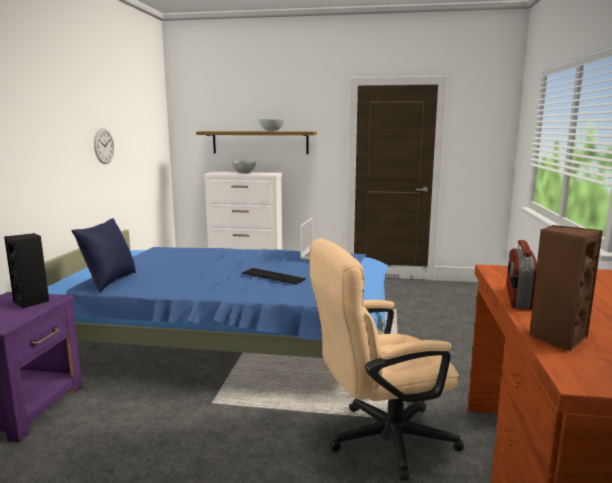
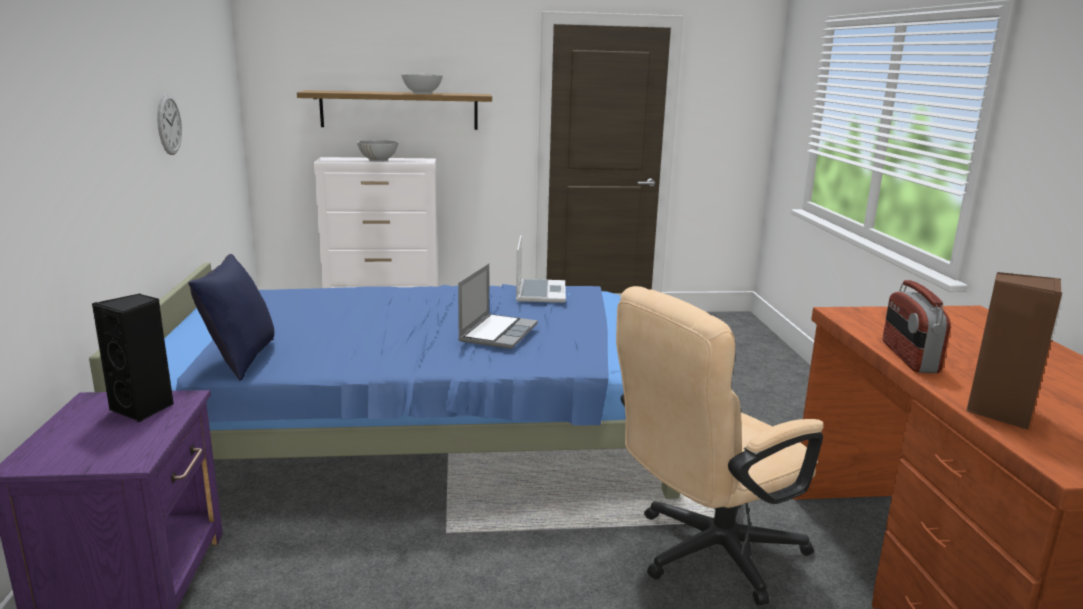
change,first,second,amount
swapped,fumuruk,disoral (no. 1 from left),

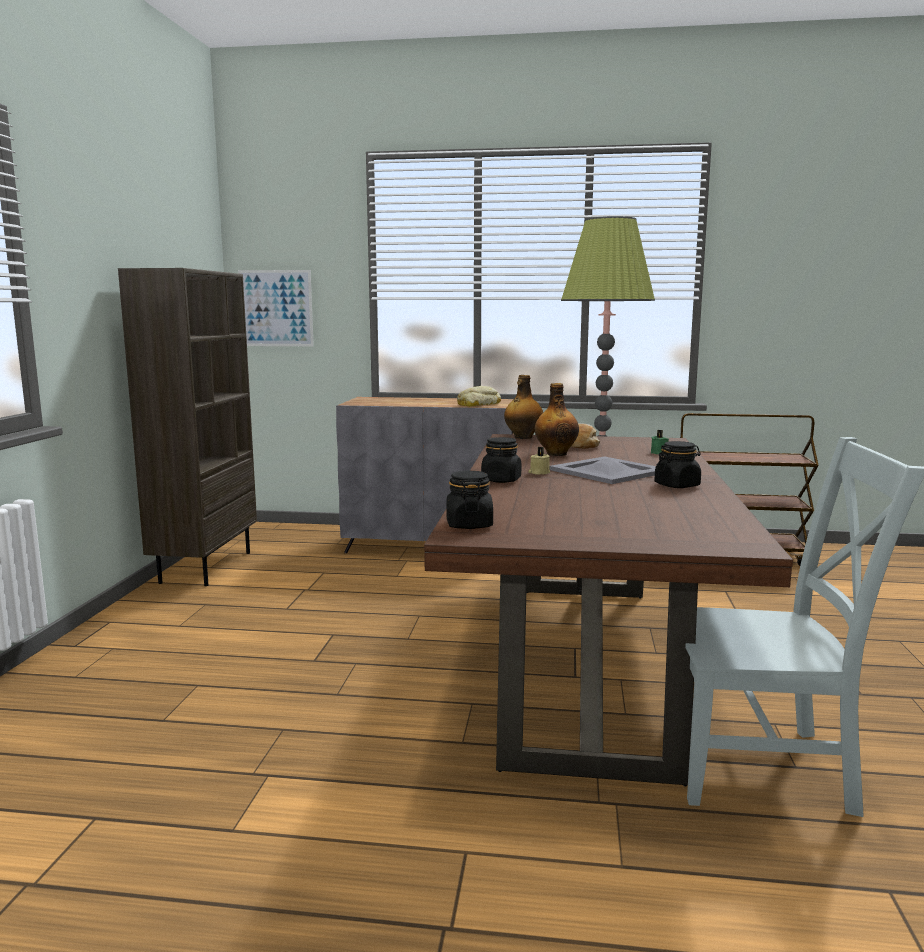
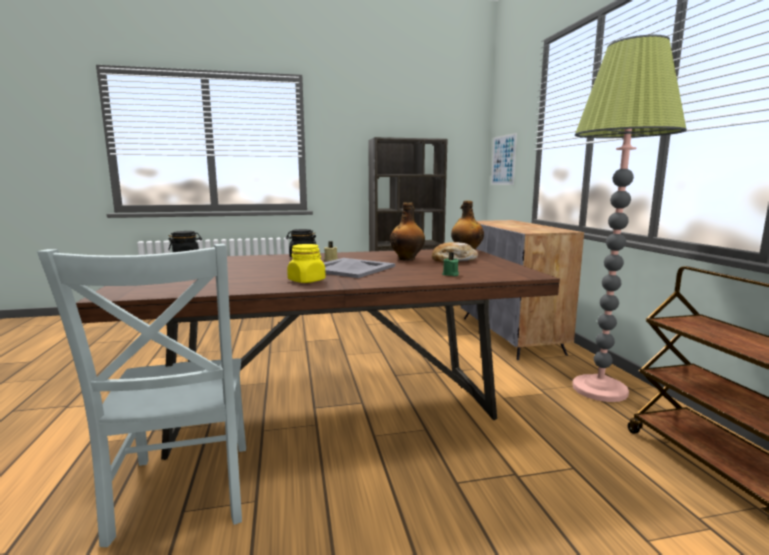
change,first,second,amount
gone,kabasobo (no. 1 from left),,
repainted,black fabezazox (no. 3 from left),yellow fabezazox,

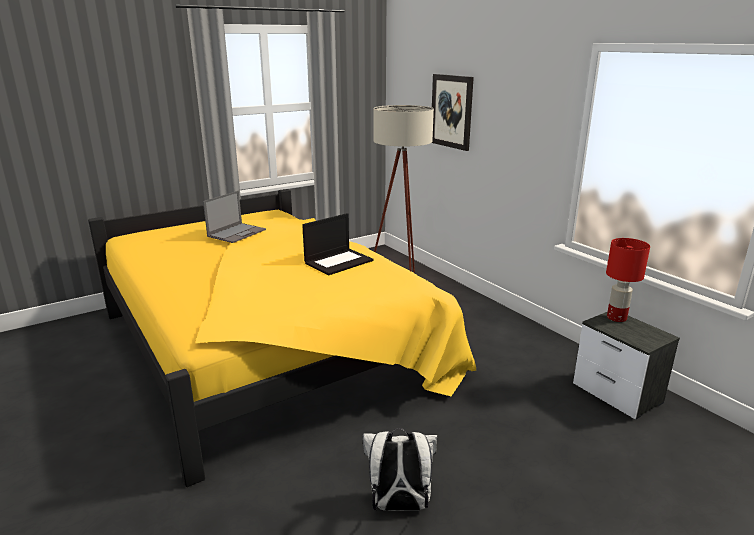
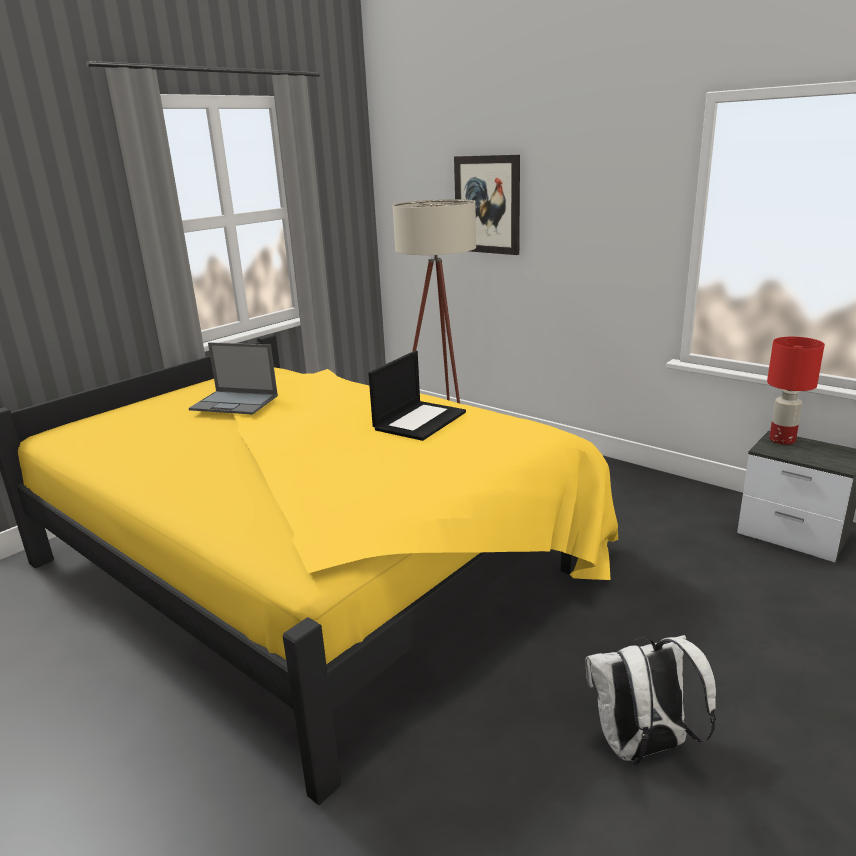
change,first,second,amount
rotated,disoral (no. 1 from left),,90 degrees clockwise

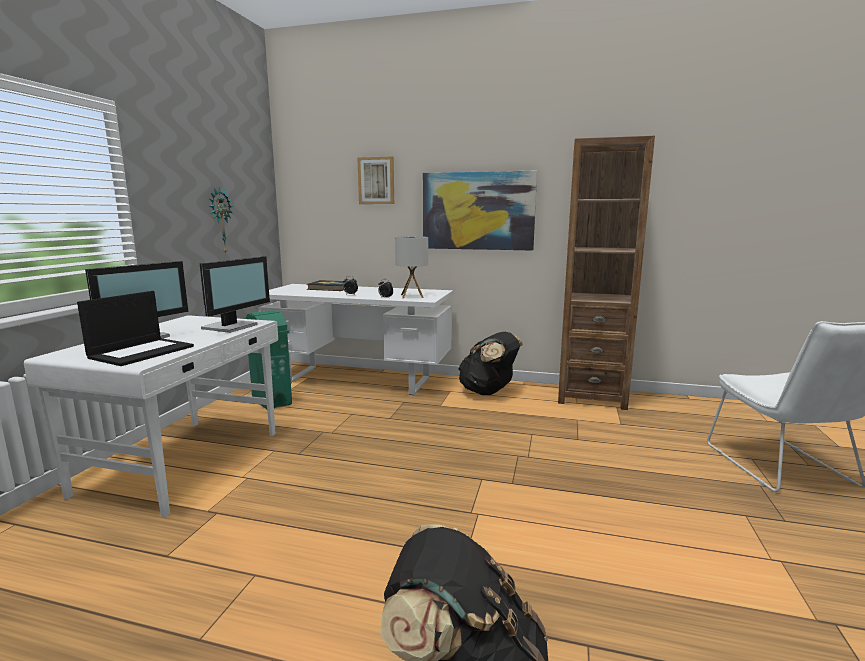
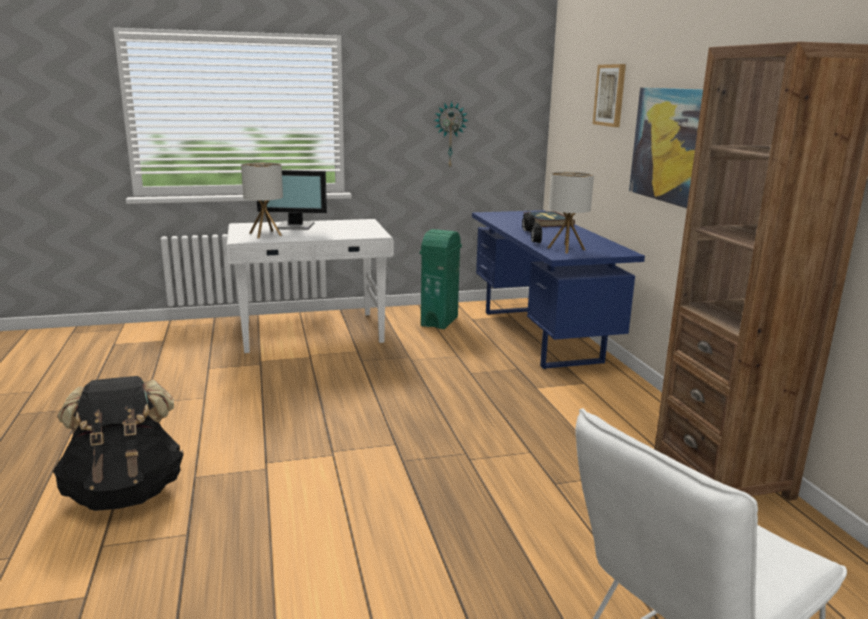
change,first,second,amount
swapped,disoral,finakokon (no. 1 from left),
gone,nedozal (no. 2 from left),,
repainted,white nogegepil (no. 2 from left),blue nogegepil,
gone,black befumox (no. 2 from left),,

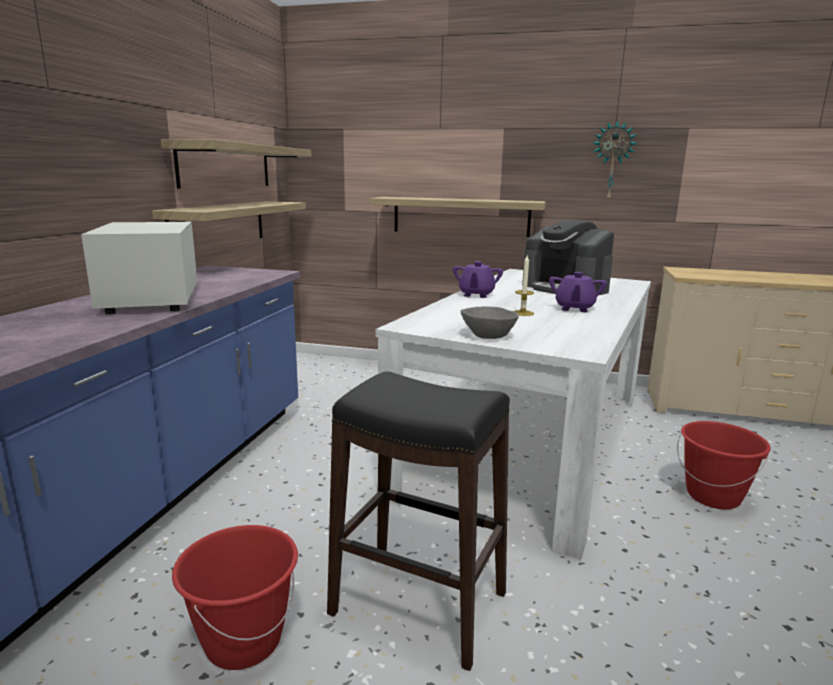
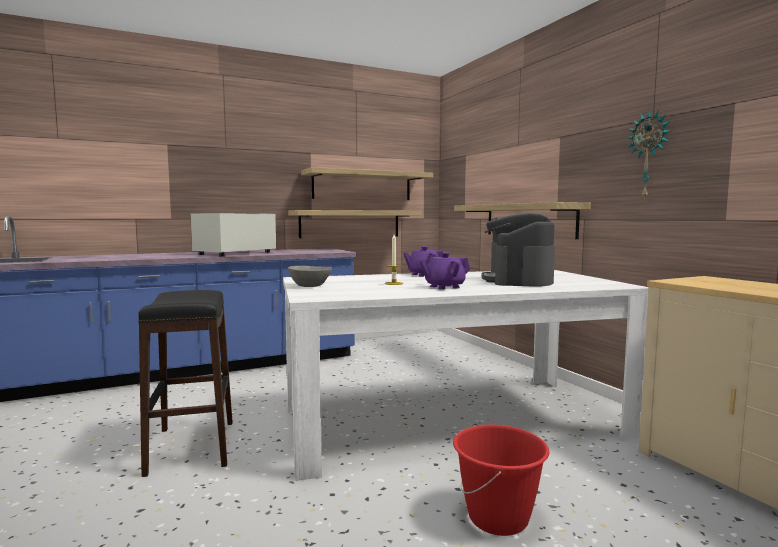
change,first,second,amount
gone,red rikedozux (no. 1 from left),,

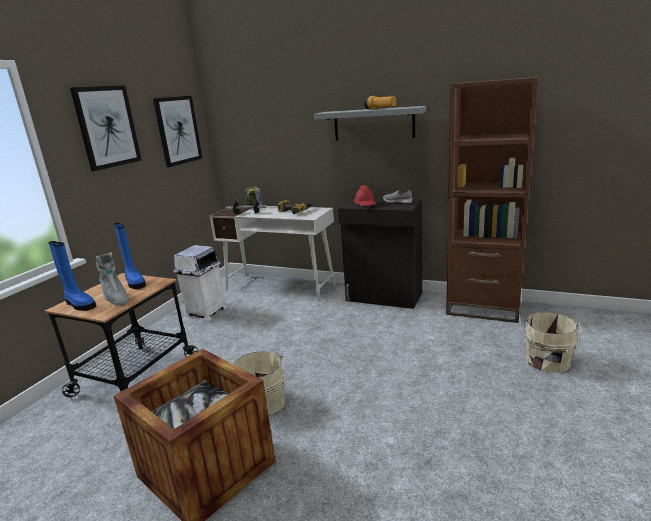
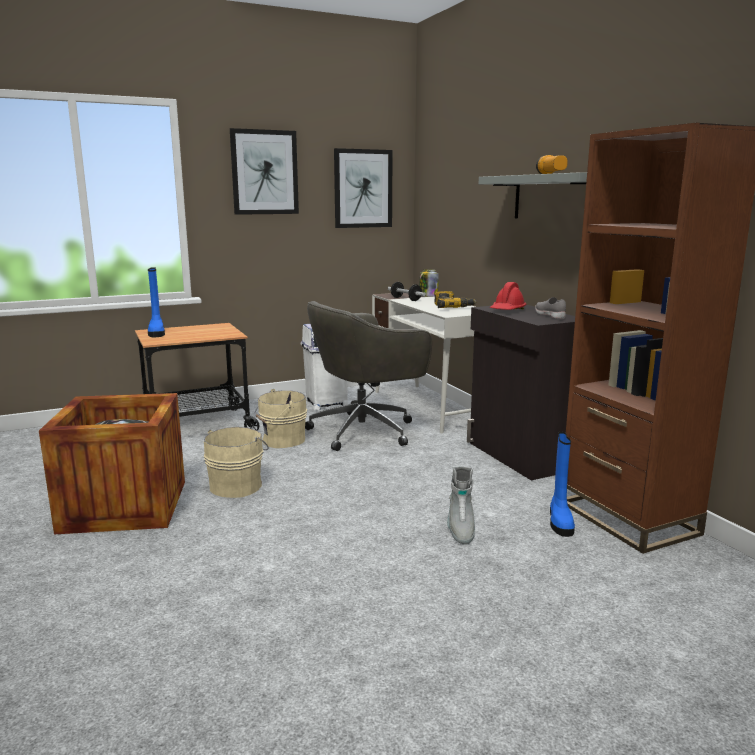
change,first,second,amount
shifted,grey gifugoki,,
shifted,blue gifugoki (no. 2 from left),,
shifted,beige rikedozux (no. 2 from left),,
new,,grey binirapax,

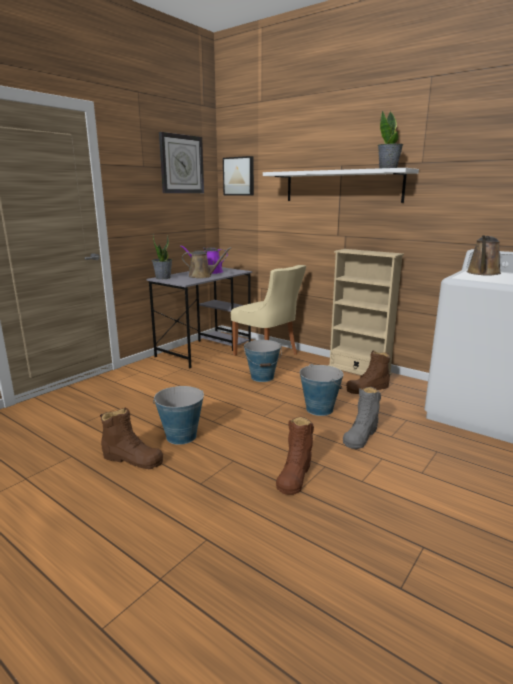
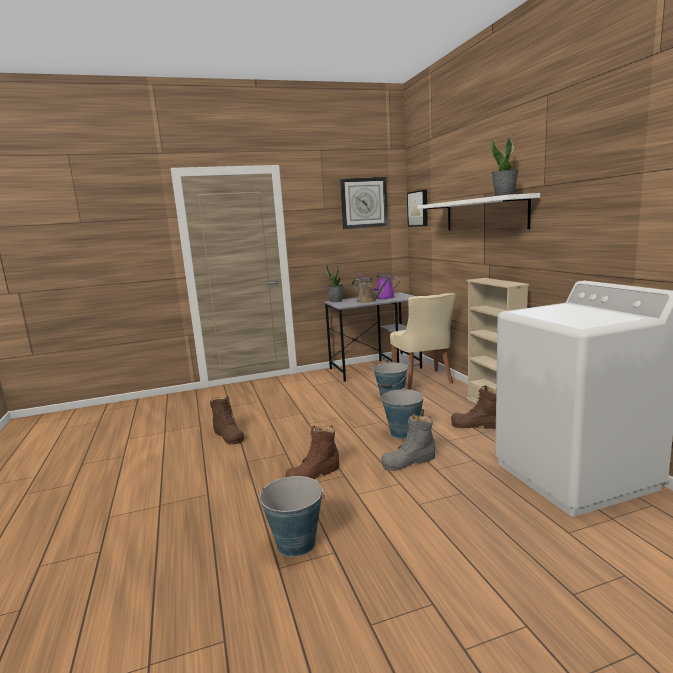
change,first,second,amount
shifted,rikedozux (no. 1 from left),,
gone,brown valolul (no. 2 from left),,

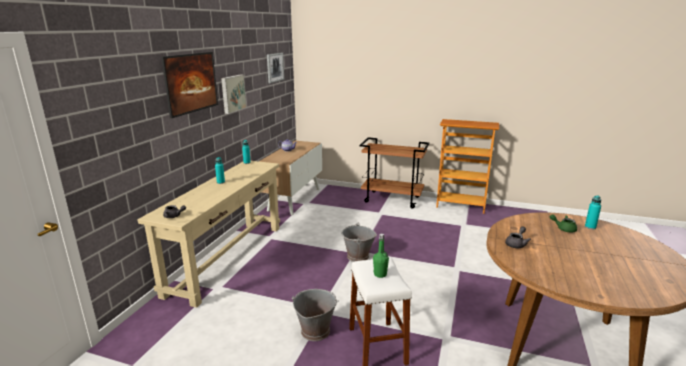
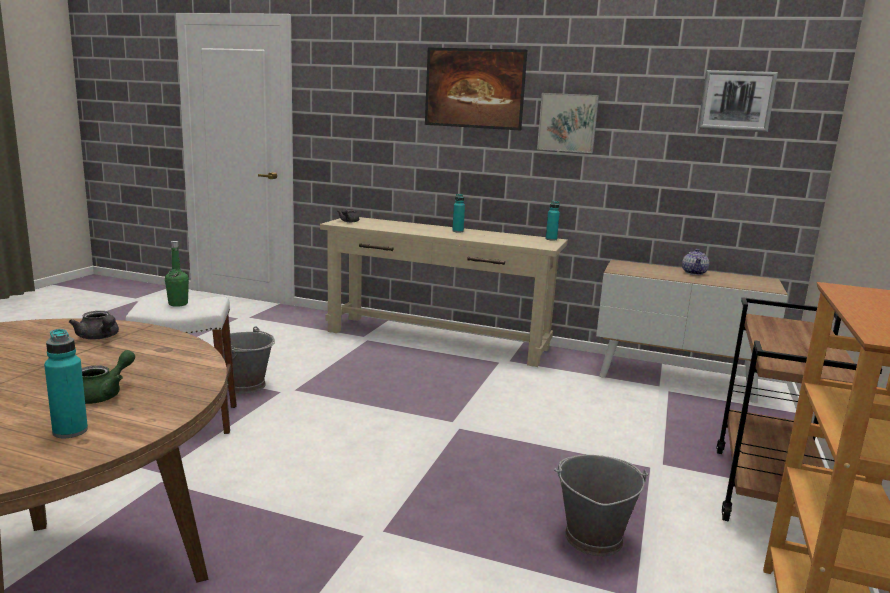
change,first,second,amount
shifted,grey rikedozux (no. 2 from left),,

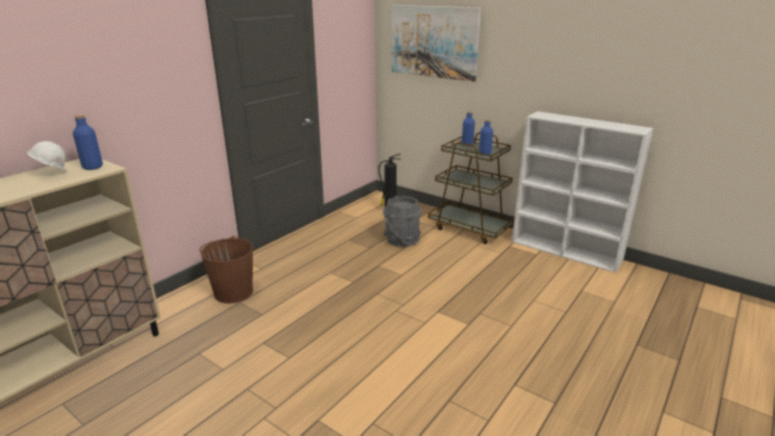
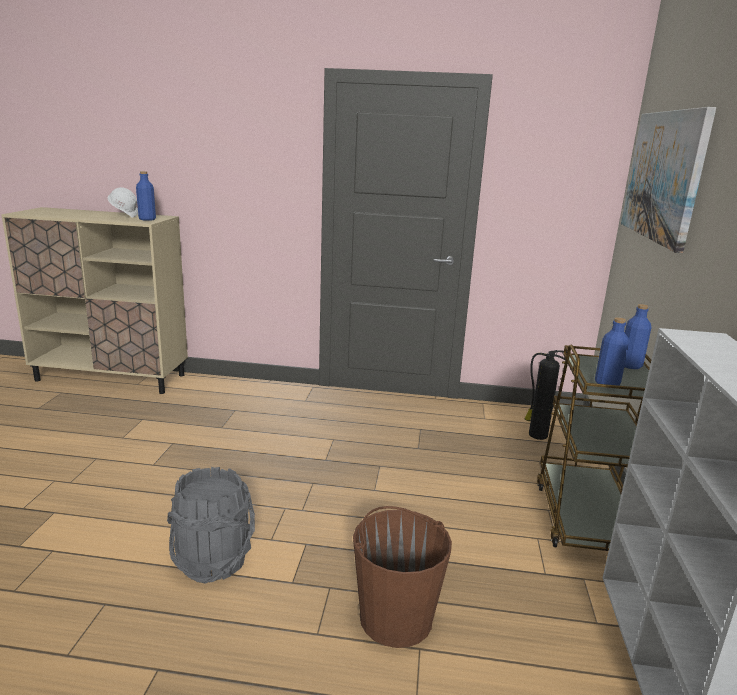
change,first,second,amount
shifted,brown rikedozux,,
shifted,grey rikedozux,,

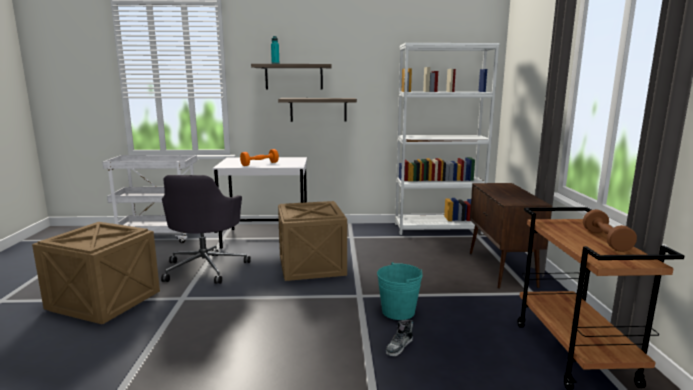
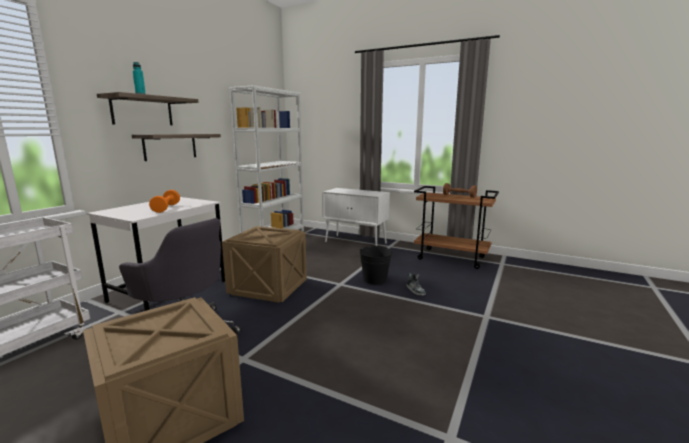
change,first,second,amount
repainted,turquoise rikedozux,black rikedozux,
repainted,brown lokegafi,white lokegafi,

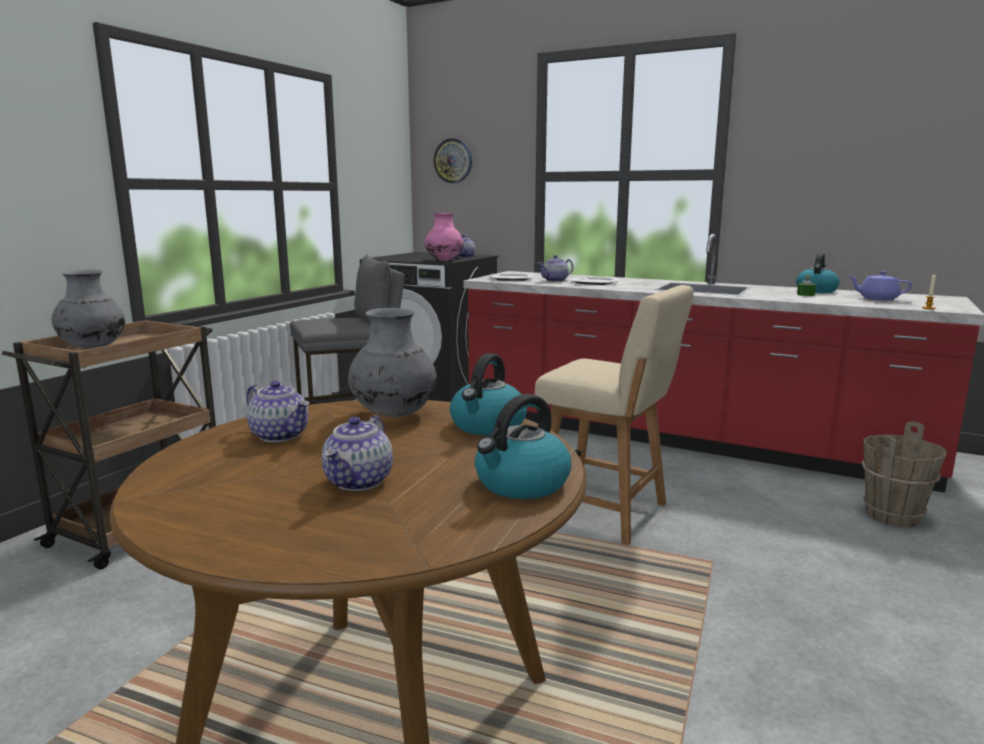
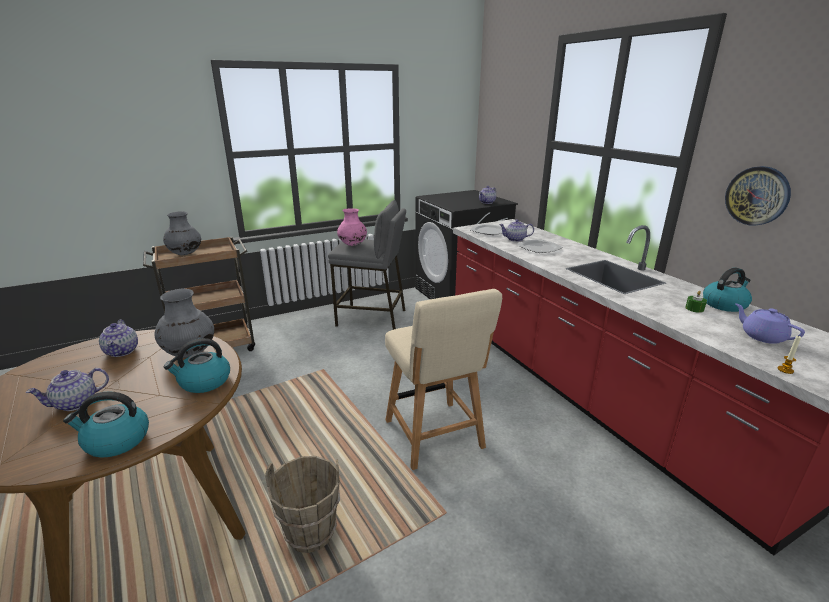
change,first,second,amount
shifted,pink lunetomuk,,
shifted,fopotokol,,
shifted,brown rikedozux,,

